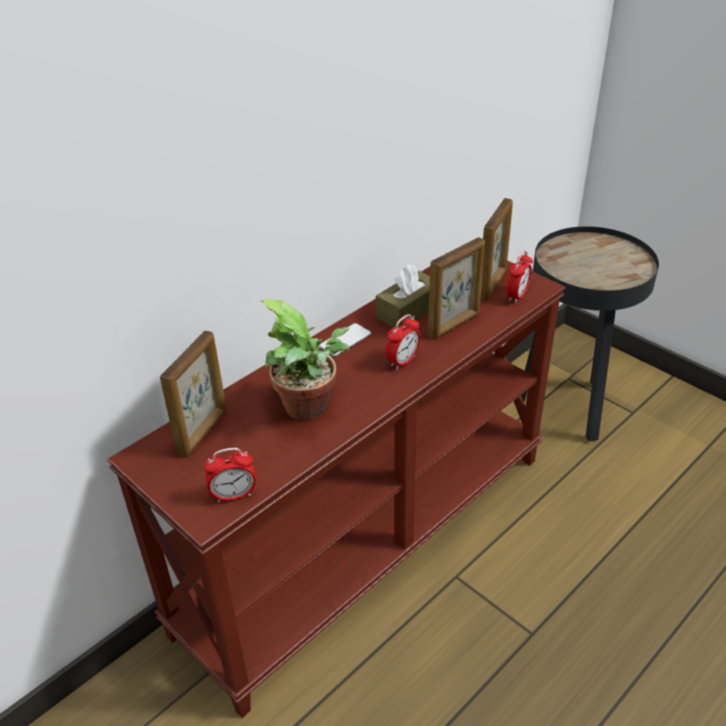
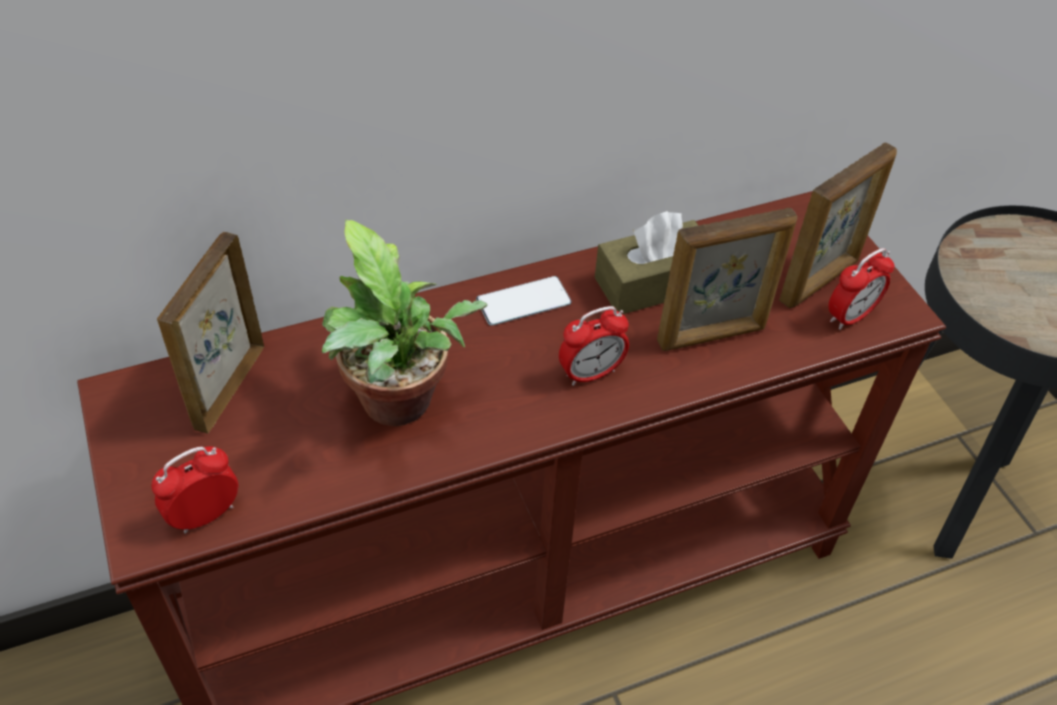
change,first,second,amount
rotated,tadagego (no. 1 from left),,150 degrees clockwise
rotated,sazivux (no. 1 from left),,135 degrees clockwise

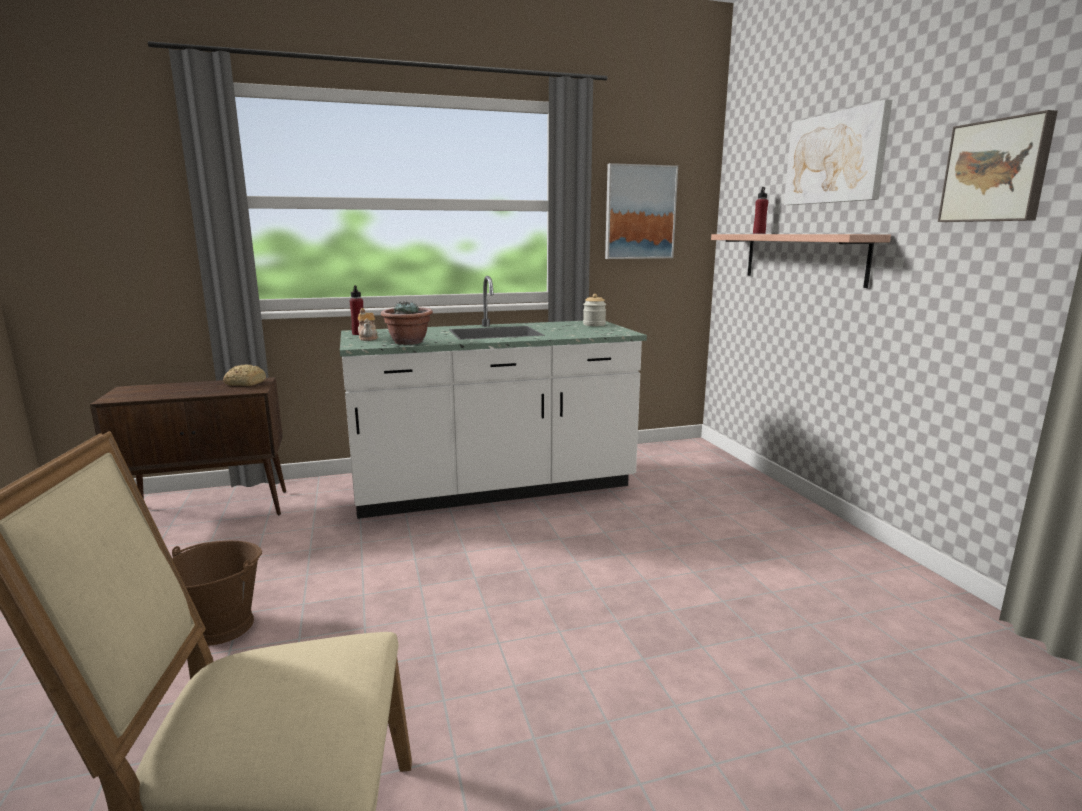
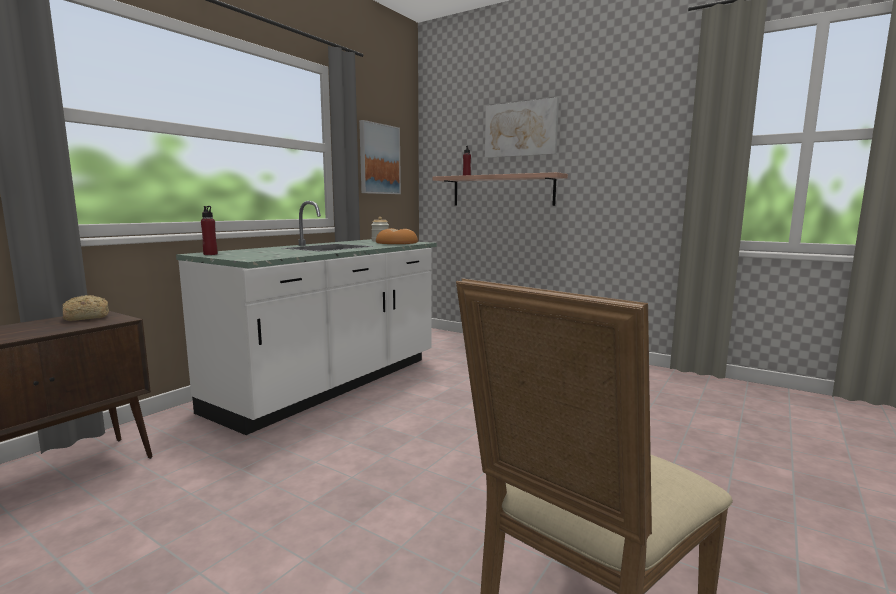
change,first,second,amount
gone,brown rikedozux,,
gone,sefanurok,,
gone,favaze,,
gone,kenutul (no. 3 from left),,
new,,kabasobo (no. 2 from left),

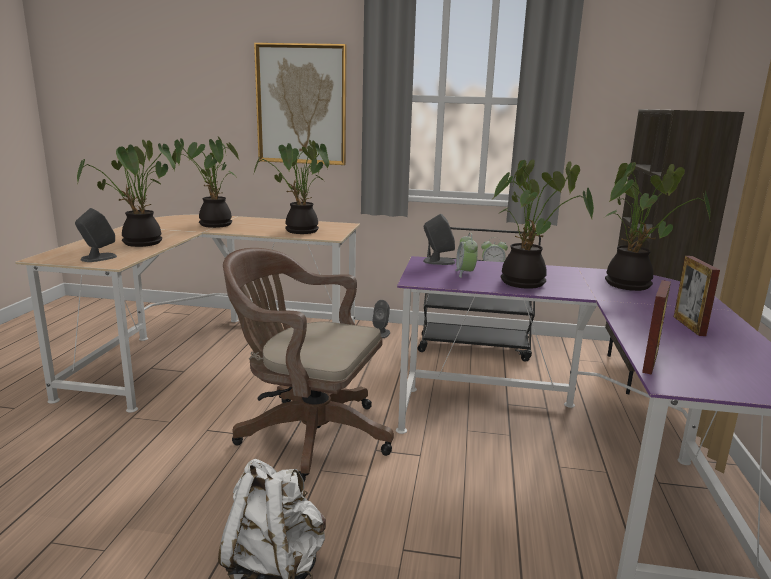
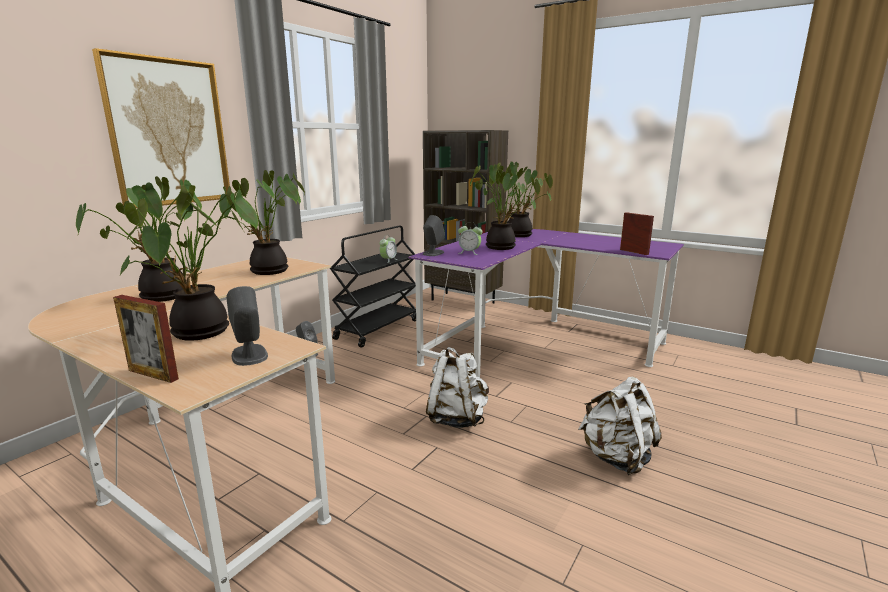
change,first,second,amount
swapped,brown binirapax,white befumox (no. 1 from left),
shifted,tadagego (no. 2 from left in the first image),tadagego (no. 1 from left),

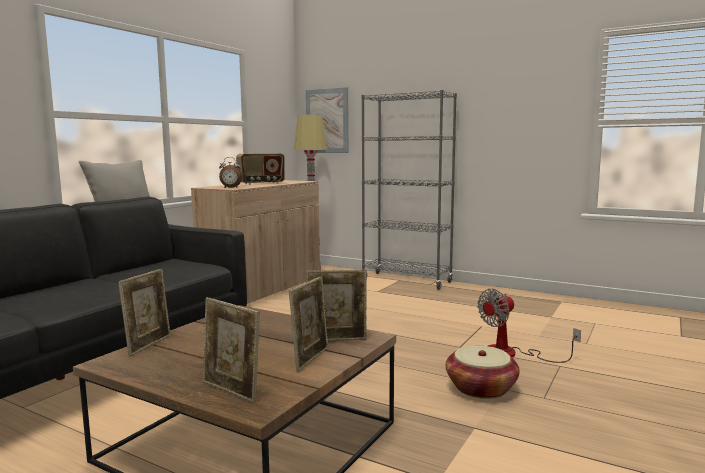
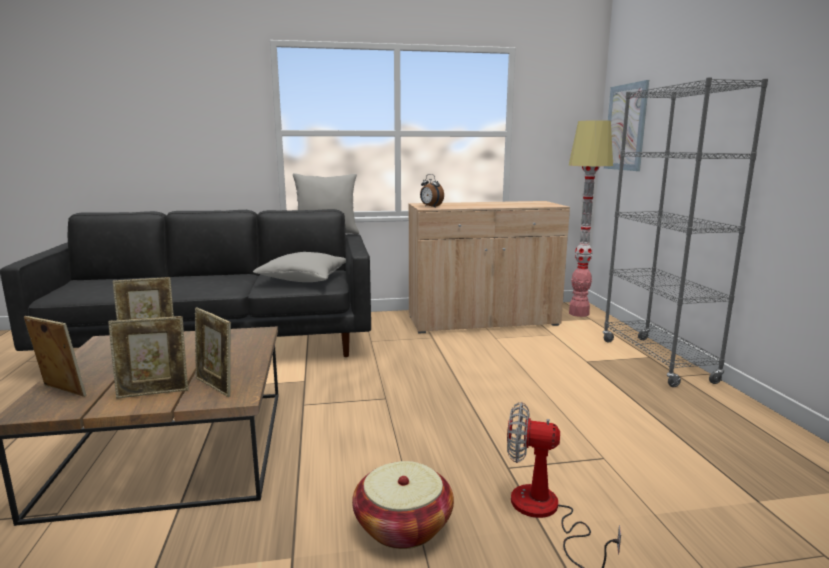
change,first,second,amount
rotated,tadagego (no. 2 from left in the first image),tadagego (no. 1 from left),120 degrees clockwise
gone,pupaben,,
new,,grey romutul (no. 1 from left),

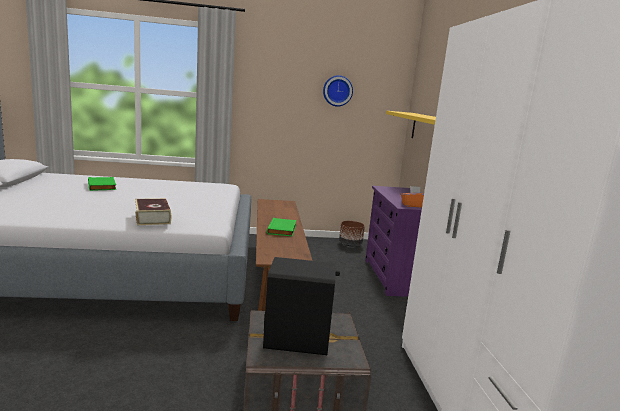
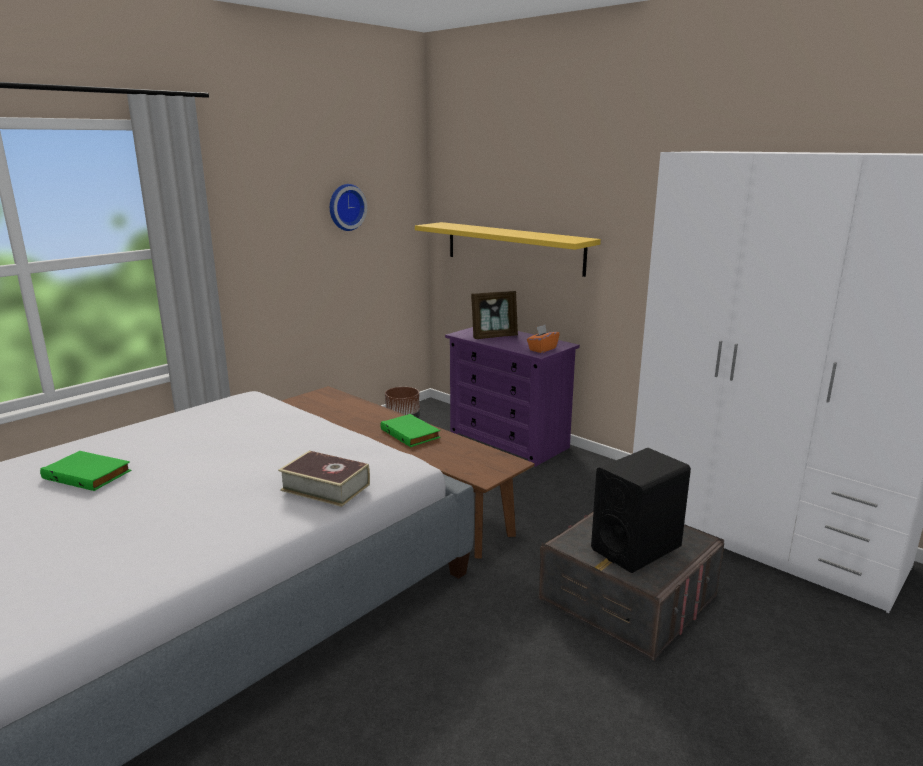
change,first,second,amount
new,,tadagego,

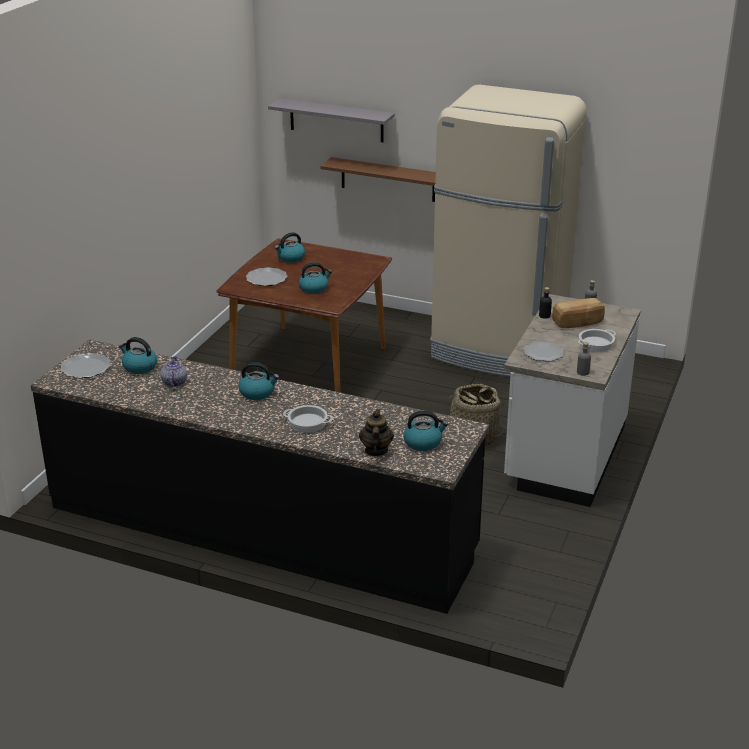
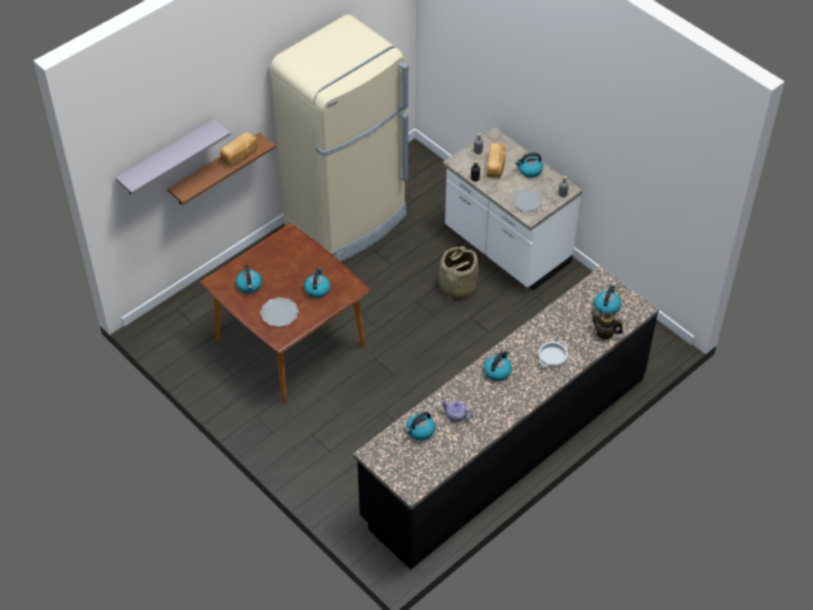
change,first,second,amount
gone,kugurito (no. 1 from left),,
swapped,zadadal (no. 2 from left),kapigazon (no. 5 from left),
new,,kabasobo (no. 1 from left),

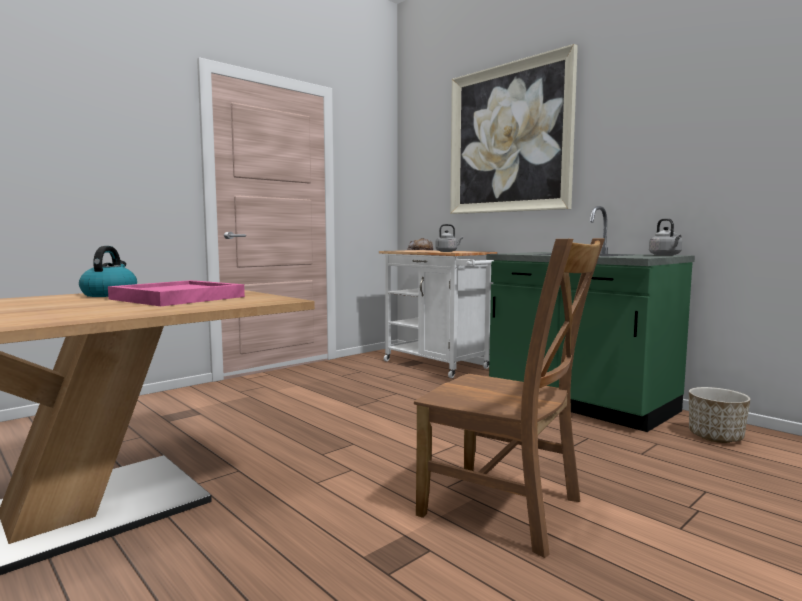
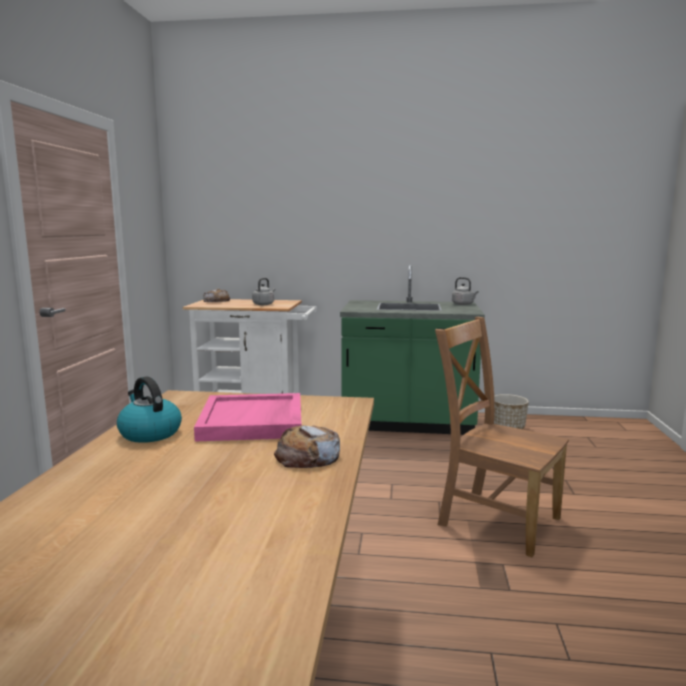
change,first,second,amount
rotated,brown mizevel,,135 degrees counterclockwise
gone,kenutul,,
new,,kabasobo (no. 2 from left),

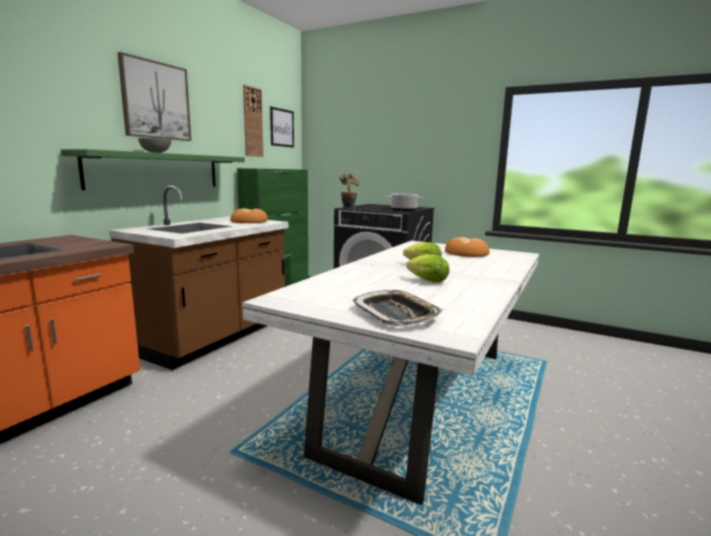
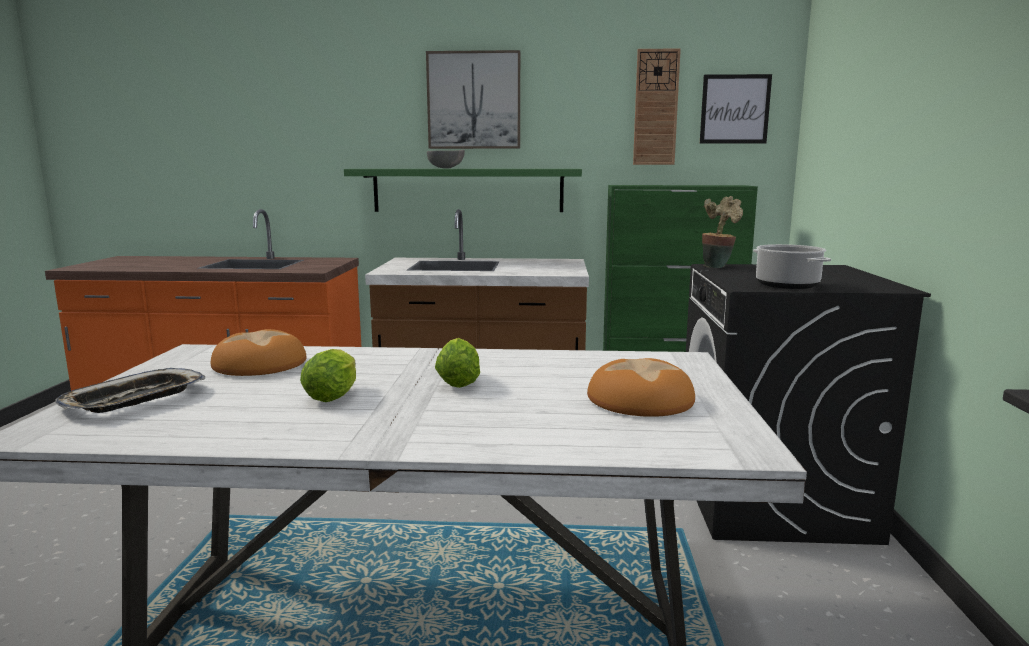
change,first,second,amount
shifted,kabasobo (no. 1 from left),,

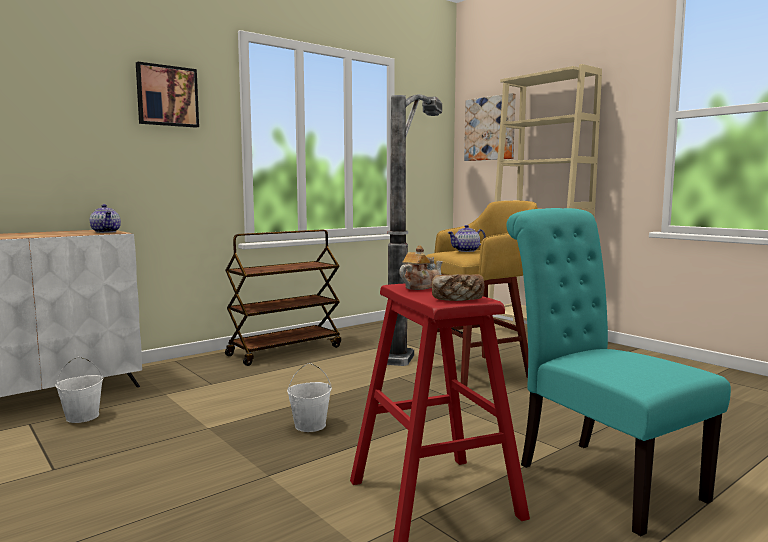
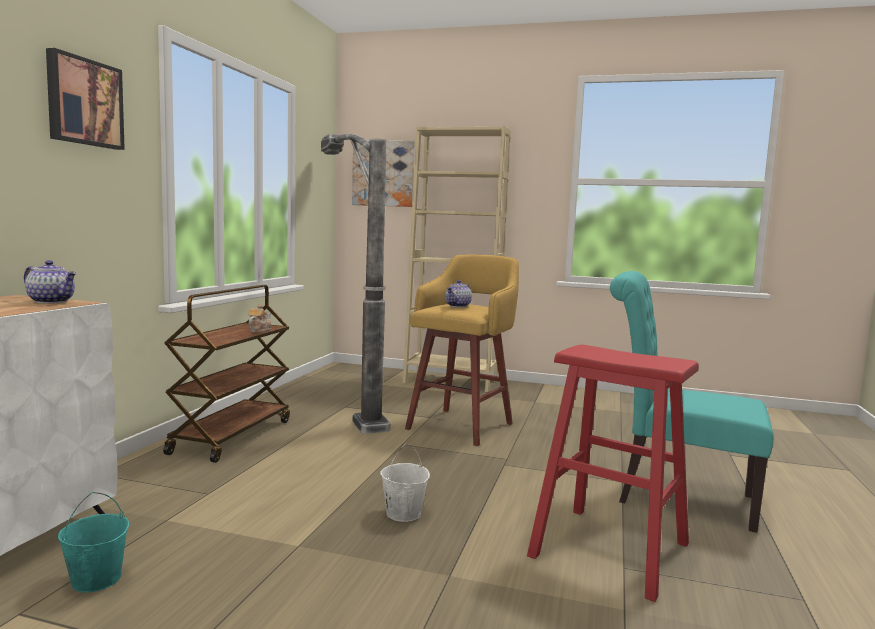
change,first,second,amount
repainted,white rikedozux (no. 1 from left),turquoise rikedozux,
shifted,sefanurok (no. 2 from left),,
gone,kabasobo,,

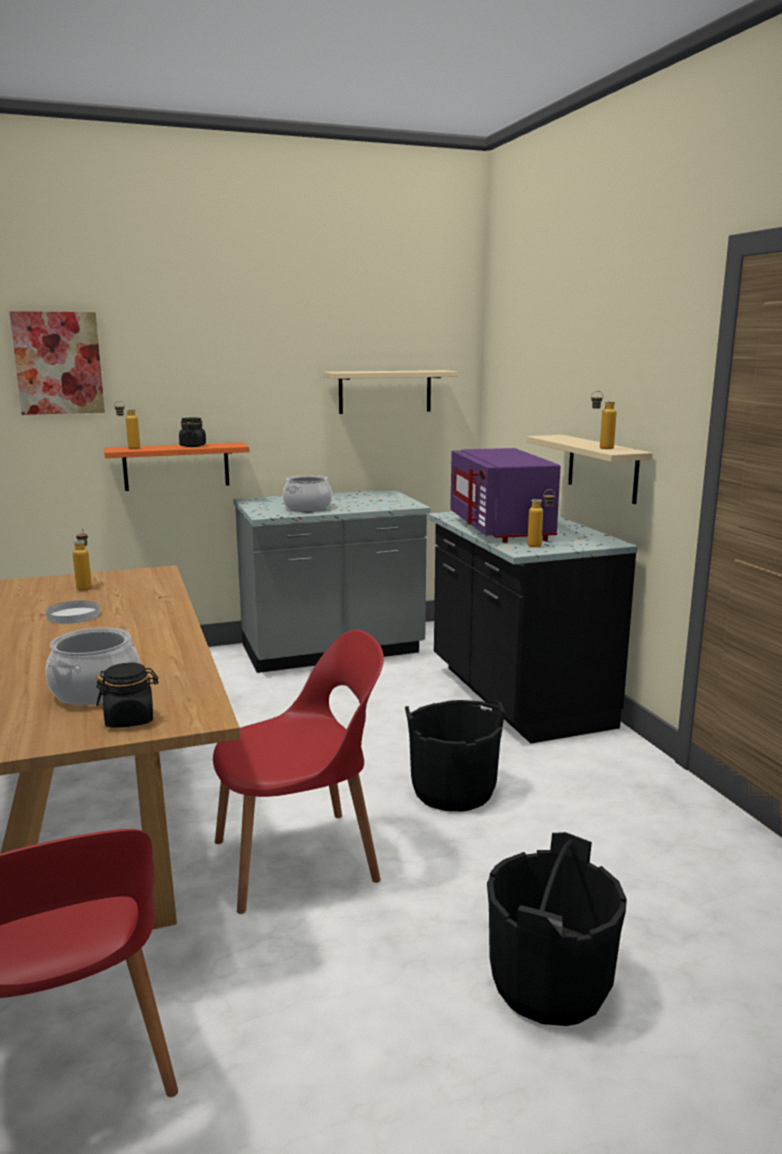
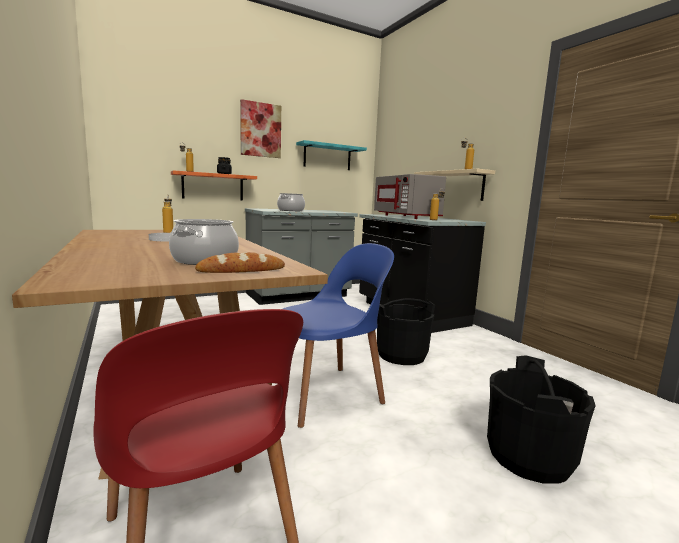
change,first,second,amount
shifted,kenutul,,
swapped,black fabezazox (no. 1 from left),kabasobo,
repainted,red mizevel (no. 2 from left),blue mizevel,
repainted,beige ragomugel (no. 1 from left),turquoise ragomugel,
repainted,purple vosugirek,grey vosugirek,

